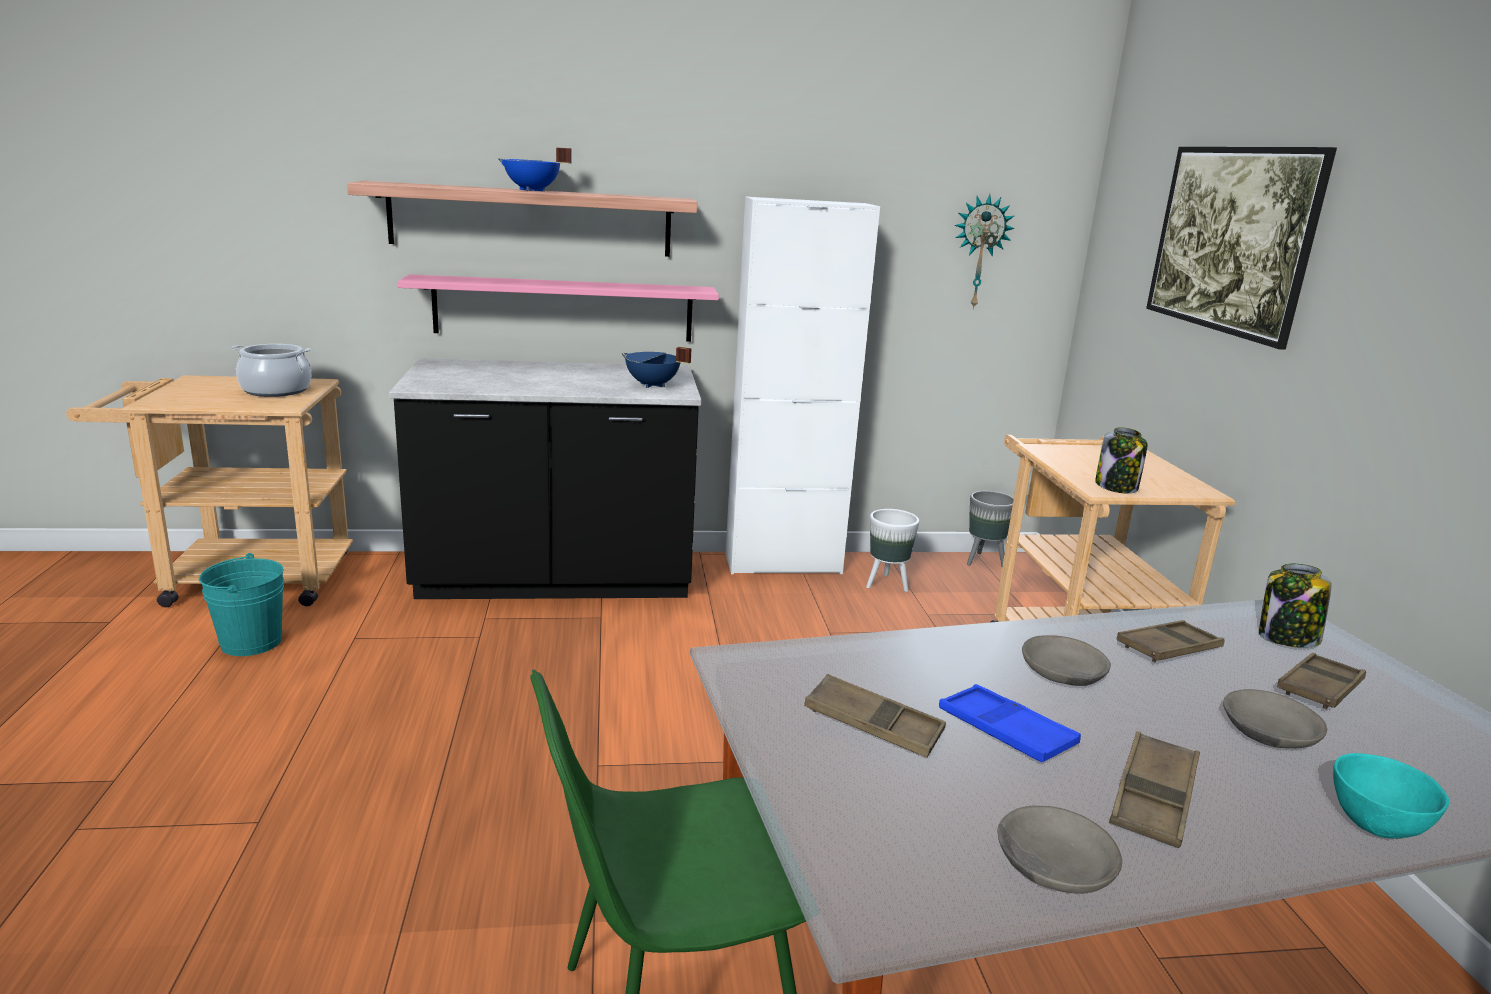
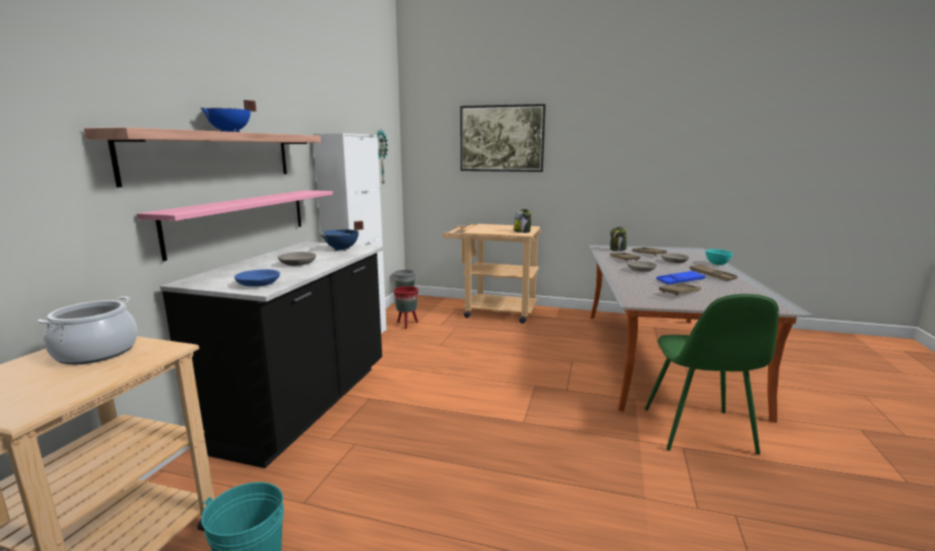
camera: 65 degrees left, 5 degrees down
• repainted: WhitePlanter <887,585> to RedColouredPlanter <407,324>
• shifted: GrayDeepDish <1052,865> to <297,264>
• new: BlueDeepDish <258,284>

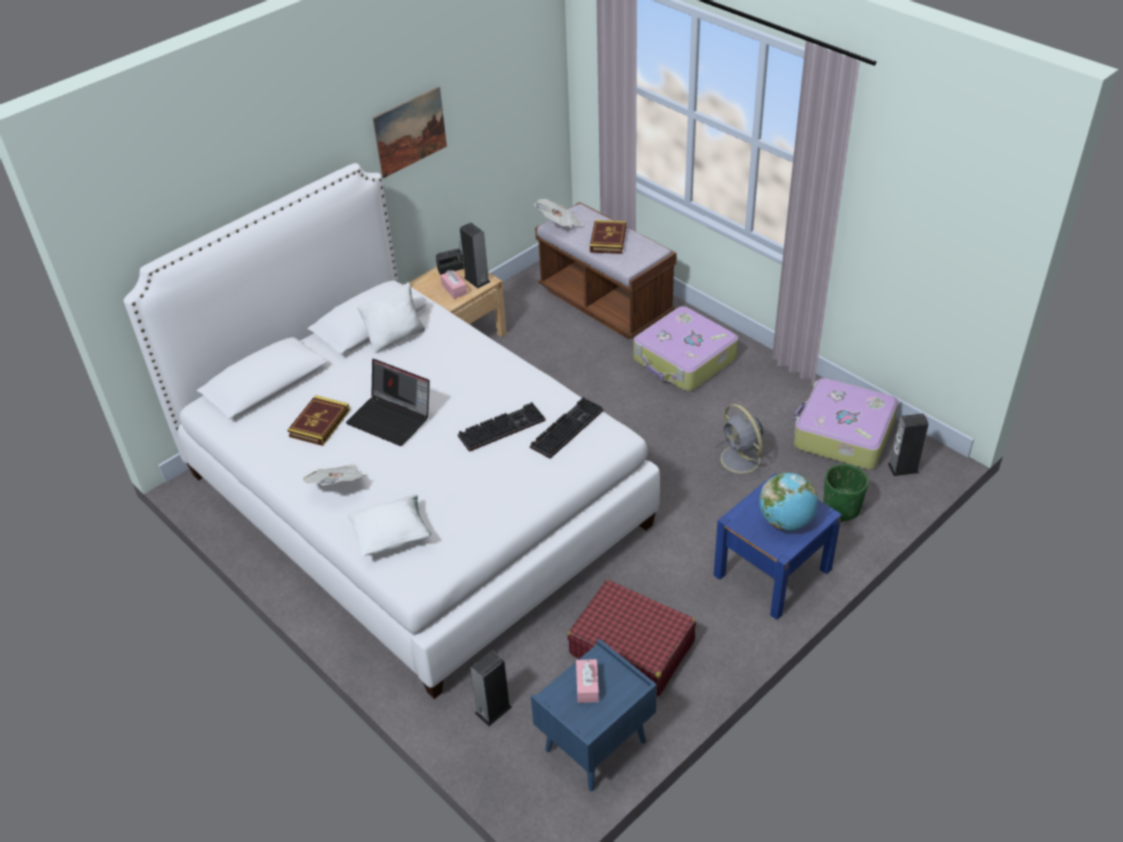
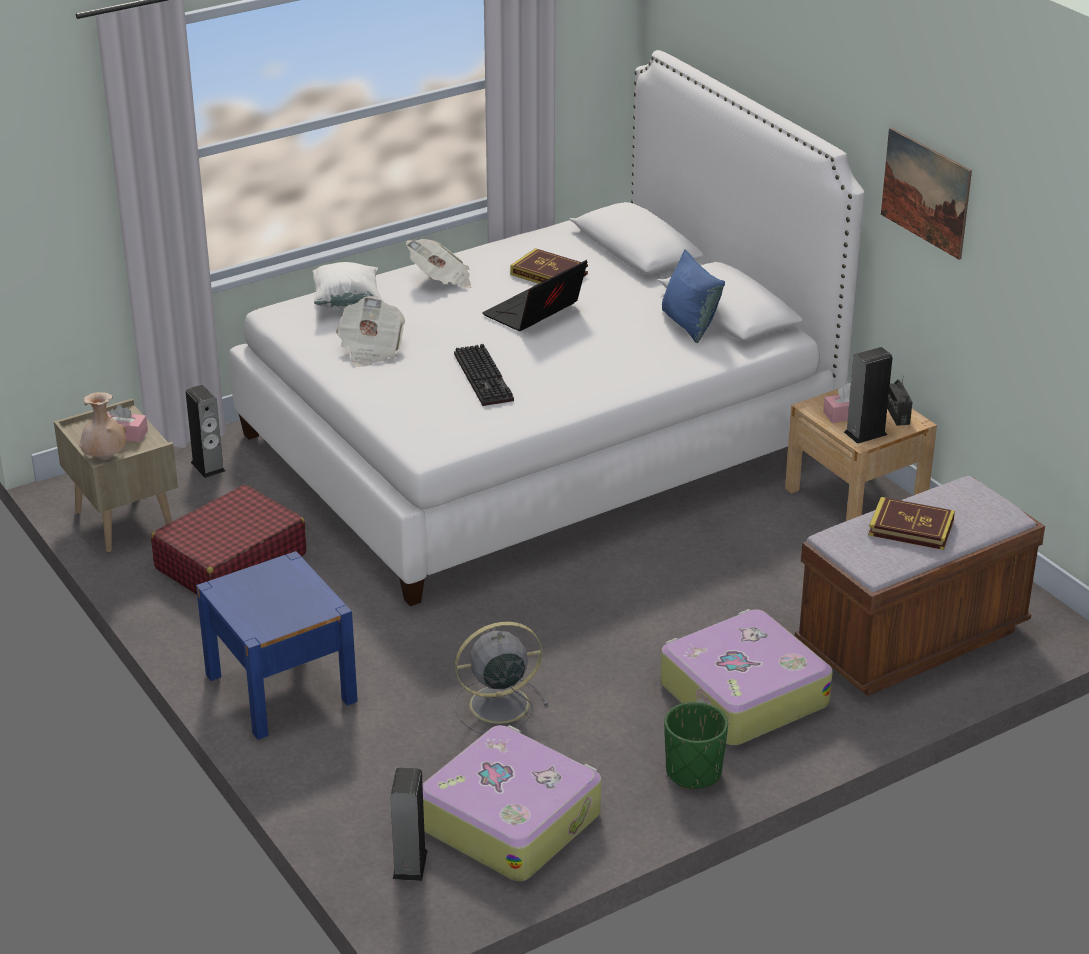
camera: 100 degrees right, 10 degrees down
• shifted: PrintedPaper <559,224> to <370,349>
• repainted: WhitePillow <396,338> to BluePillow <689,325>
• gone: Keyboard <566,427>
• shifted: GreenColouredPlanter <841,509> to <693,772>
• gone: Globe <786,521>
• repainted: BlueNightTable <595,747> to SandColouredNightTable <123,521>
• new: SandColouredFlowerVase <105,458>

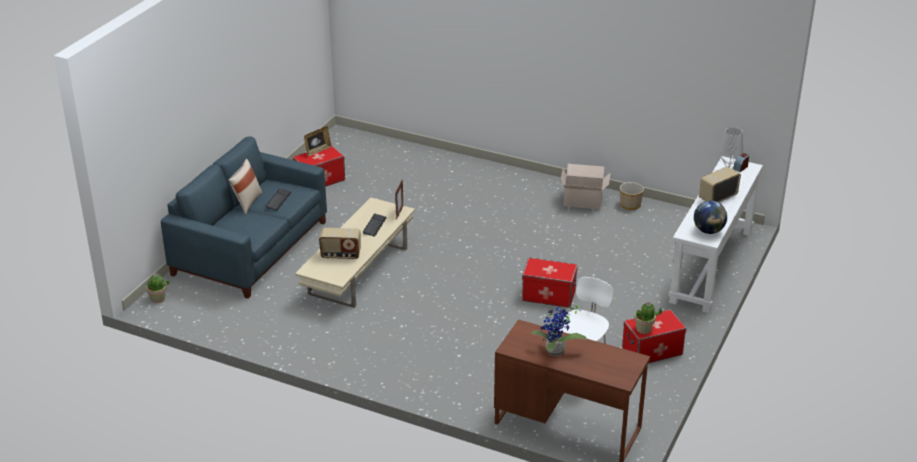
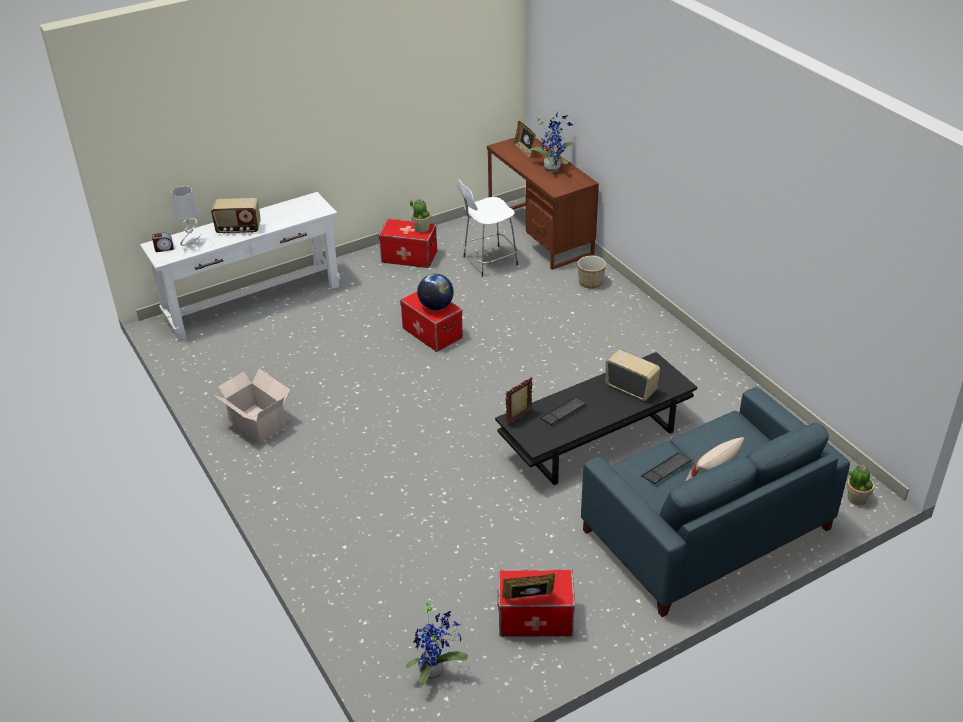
camera: 145 degrees left, 5 degrees up
• shifted: Planter <630,205> to <590,282>
• repainted: SandColouredLoungeTable <359,270> to BlackishLoungeTable <595,439>
• shifted: Globe <708,231> to <436,306>
• new: StandingFrame <525,150>
• new: Houseplant <435,670>

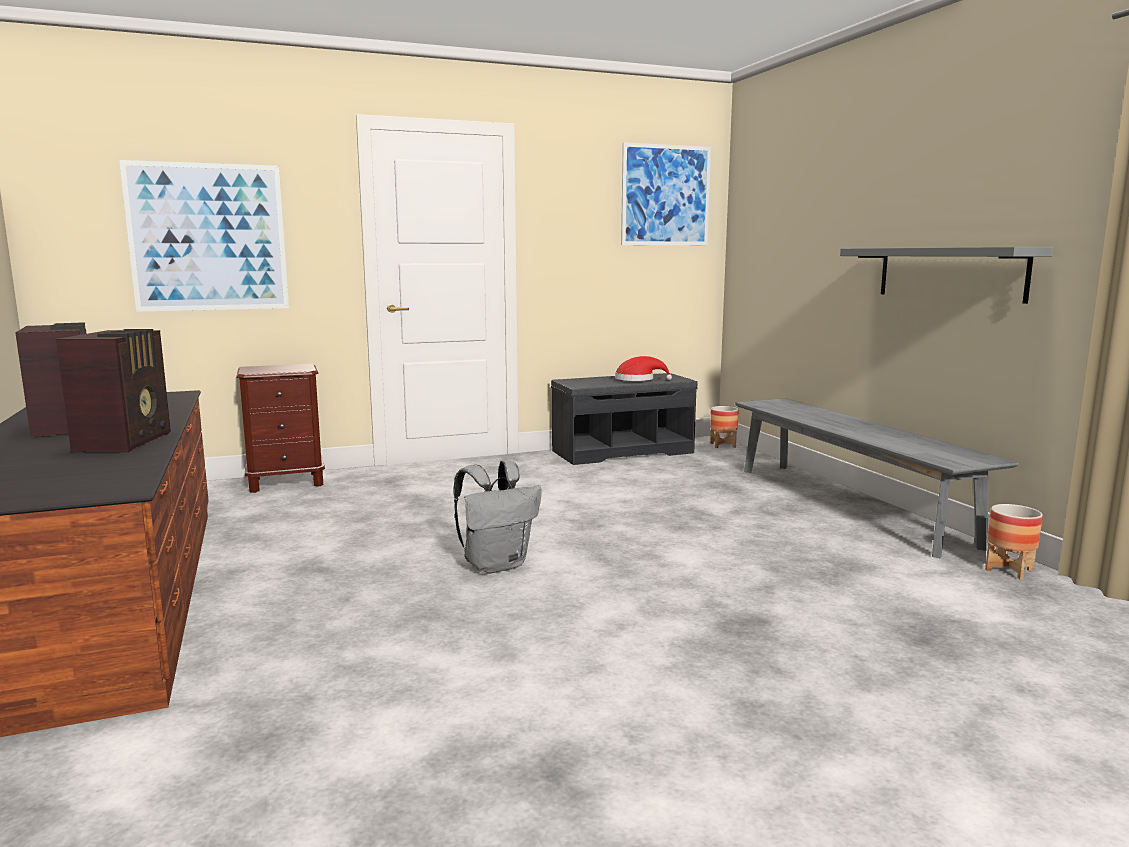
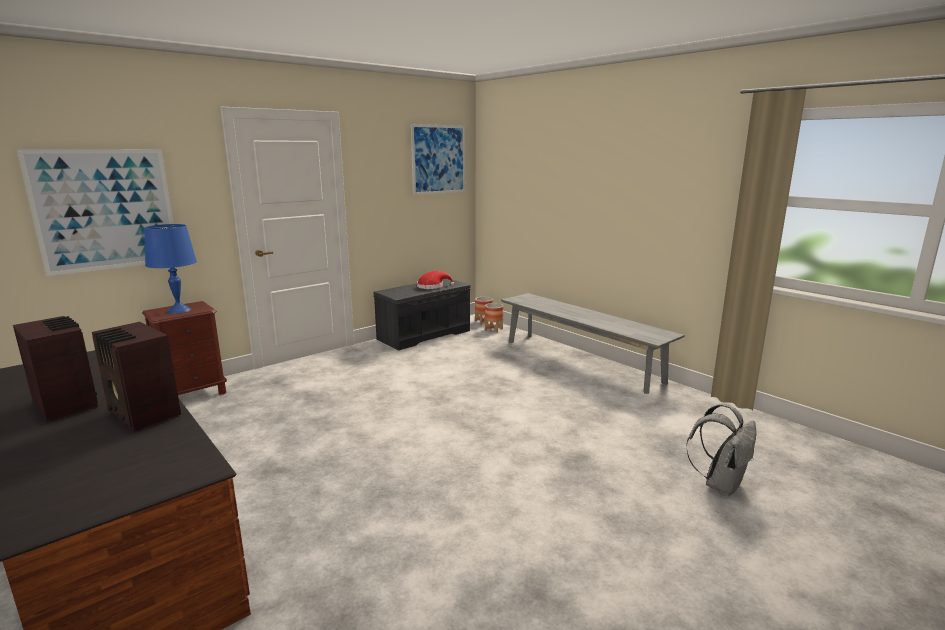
camera: 20 degrees left, 5 degrees up
• gone: GrayShelf <949,273>
• rotated: Radio <126,442> = <143,414> 150 degrees clockwise
• shifted: GrayBackpack <496,565> to <720,484>
• shifted: Planter <1009,570> to <494,329>
• new: BlueTabletopLamp <179,310>

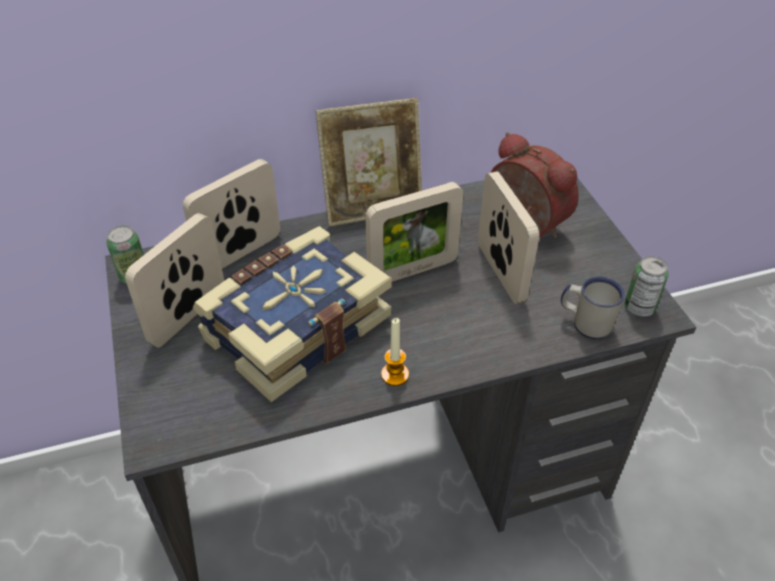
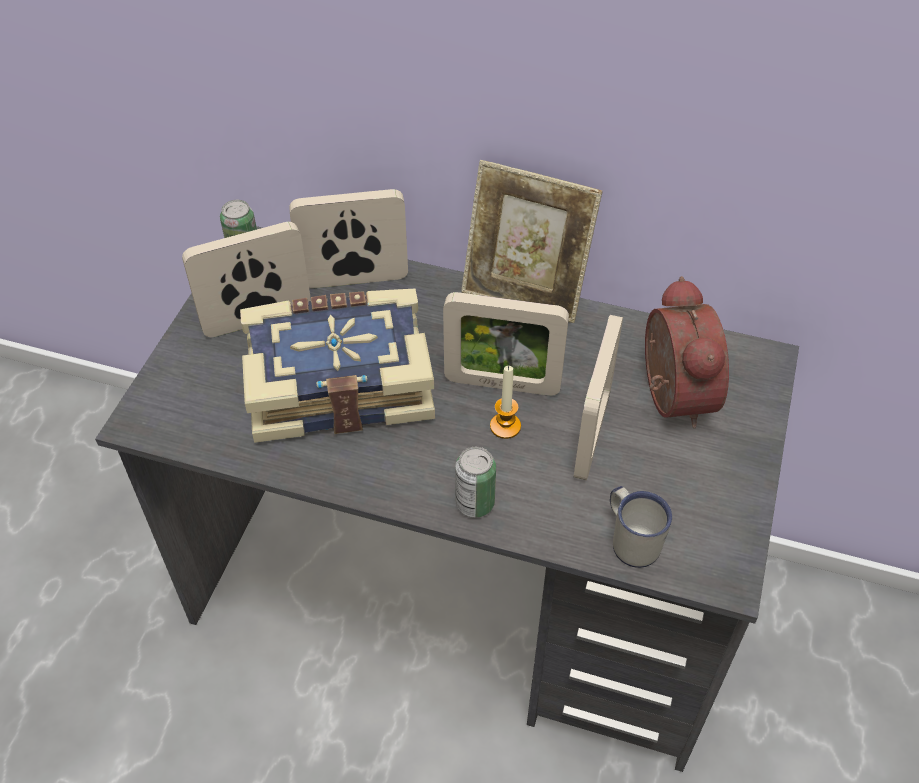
camera: 35 degrees right, 5 degrees up
• shifted: Can <639,307> to <475,503>
• shifted: WaxLight <395,374> to <505,426>

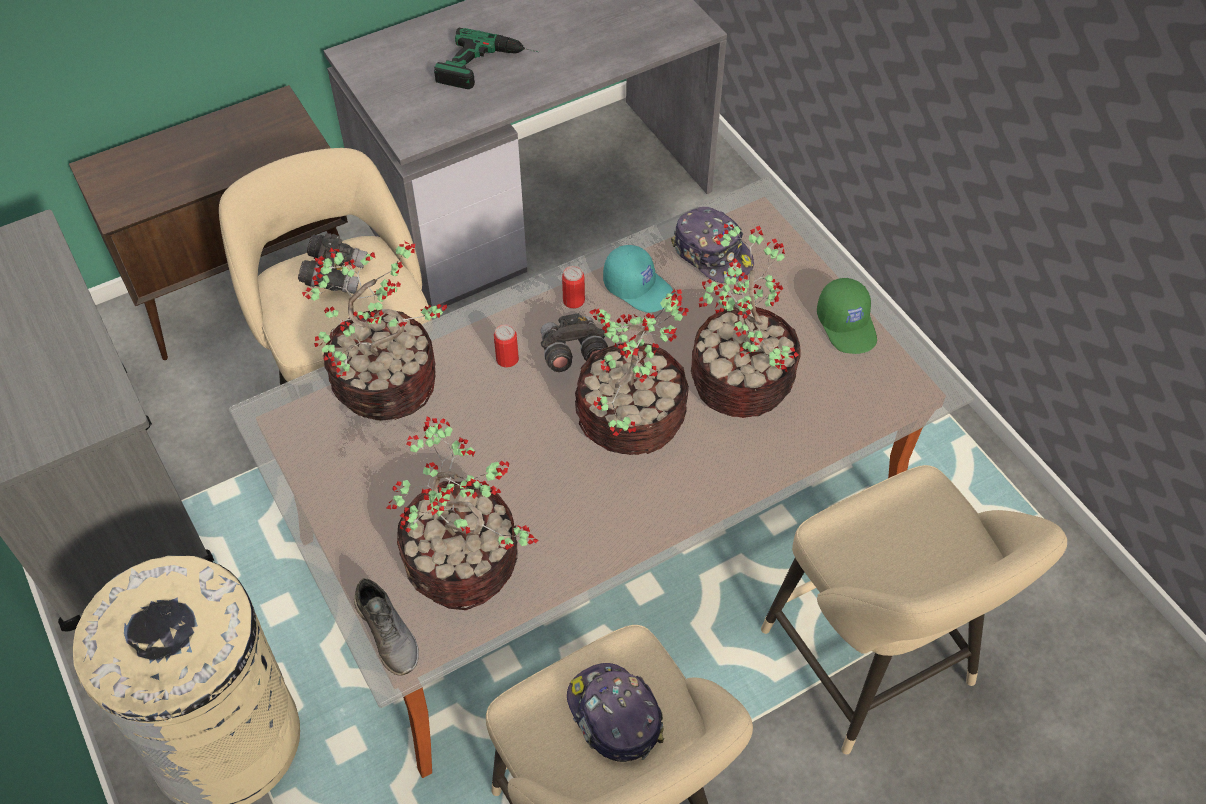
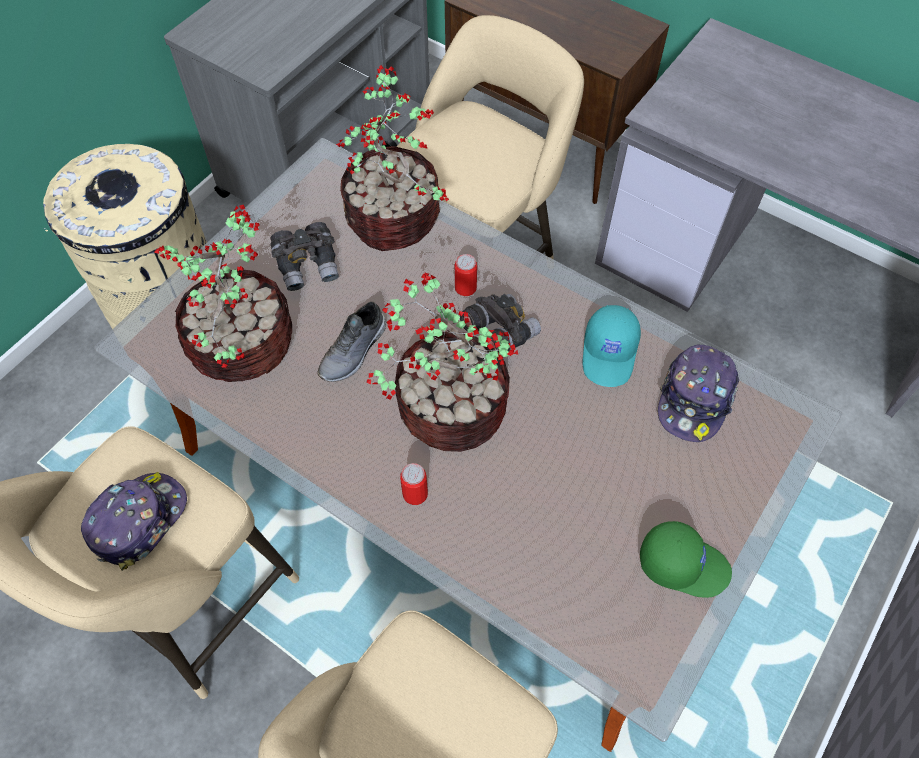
camera: 65 degrees right, 5 degrees up
• gone: ElectricDrill <488,67>
• gone: Houseplant <739,378>
• shifted: GrayFieldGlasses <335,275> to <308,266>
• shifted: Can <573,301> to <415,494>
• rotated: GreenColouredPeakedCap <847,325> = <683,563> 120 degrees counterclockwise
• shifted: GrayShoe <389,633> to <354,351>

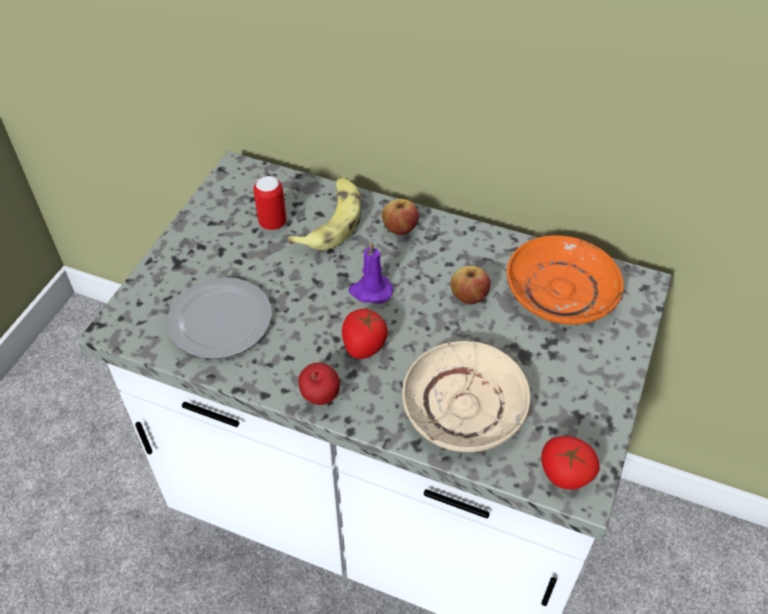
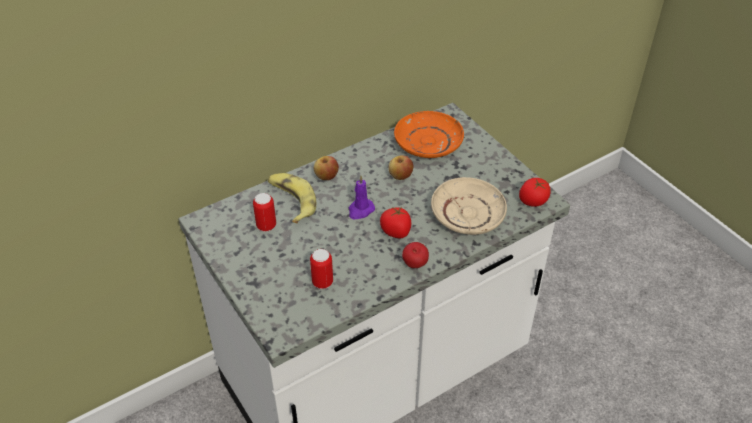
camera: 55 degrees left, 5 degrees down
• swapped: DinnerPlate <222,321> to Can <322,282>

